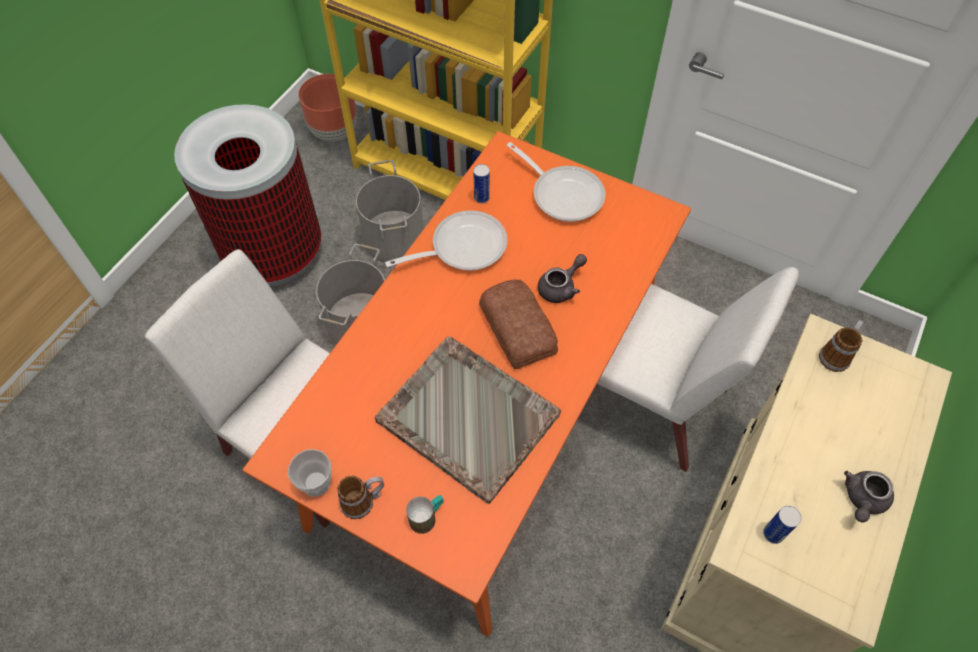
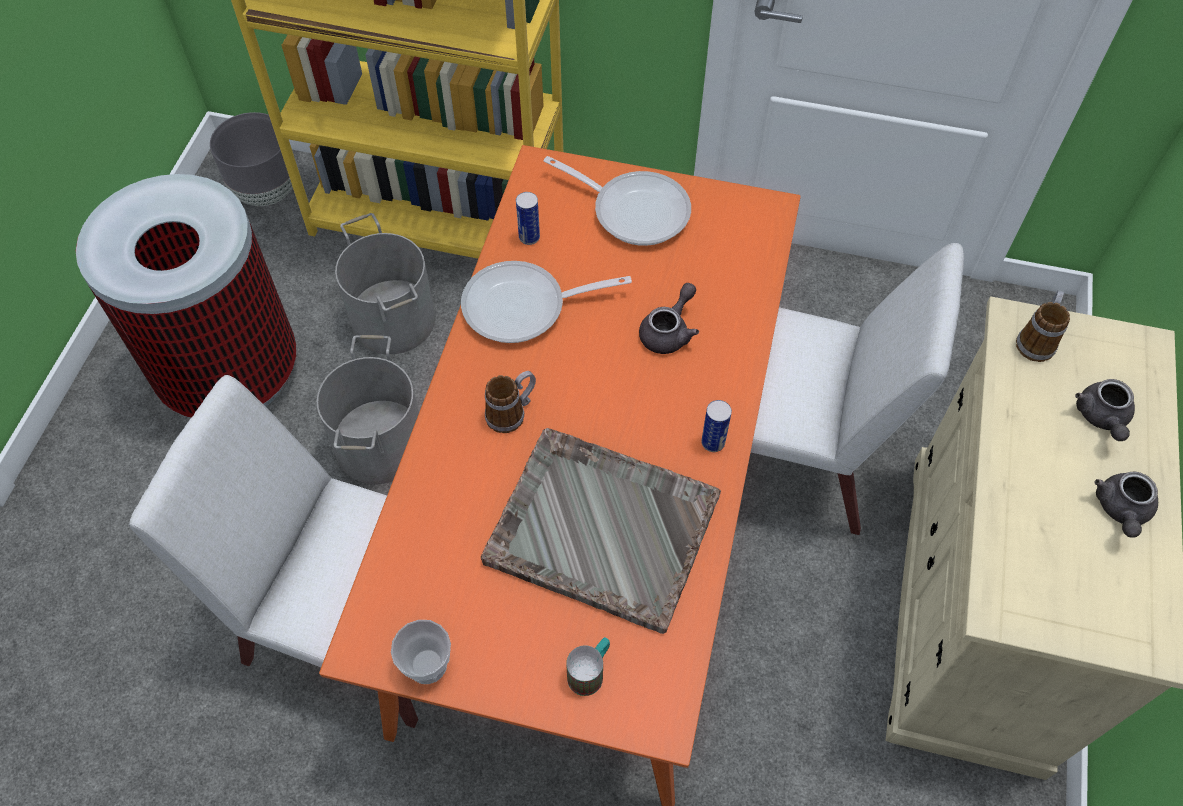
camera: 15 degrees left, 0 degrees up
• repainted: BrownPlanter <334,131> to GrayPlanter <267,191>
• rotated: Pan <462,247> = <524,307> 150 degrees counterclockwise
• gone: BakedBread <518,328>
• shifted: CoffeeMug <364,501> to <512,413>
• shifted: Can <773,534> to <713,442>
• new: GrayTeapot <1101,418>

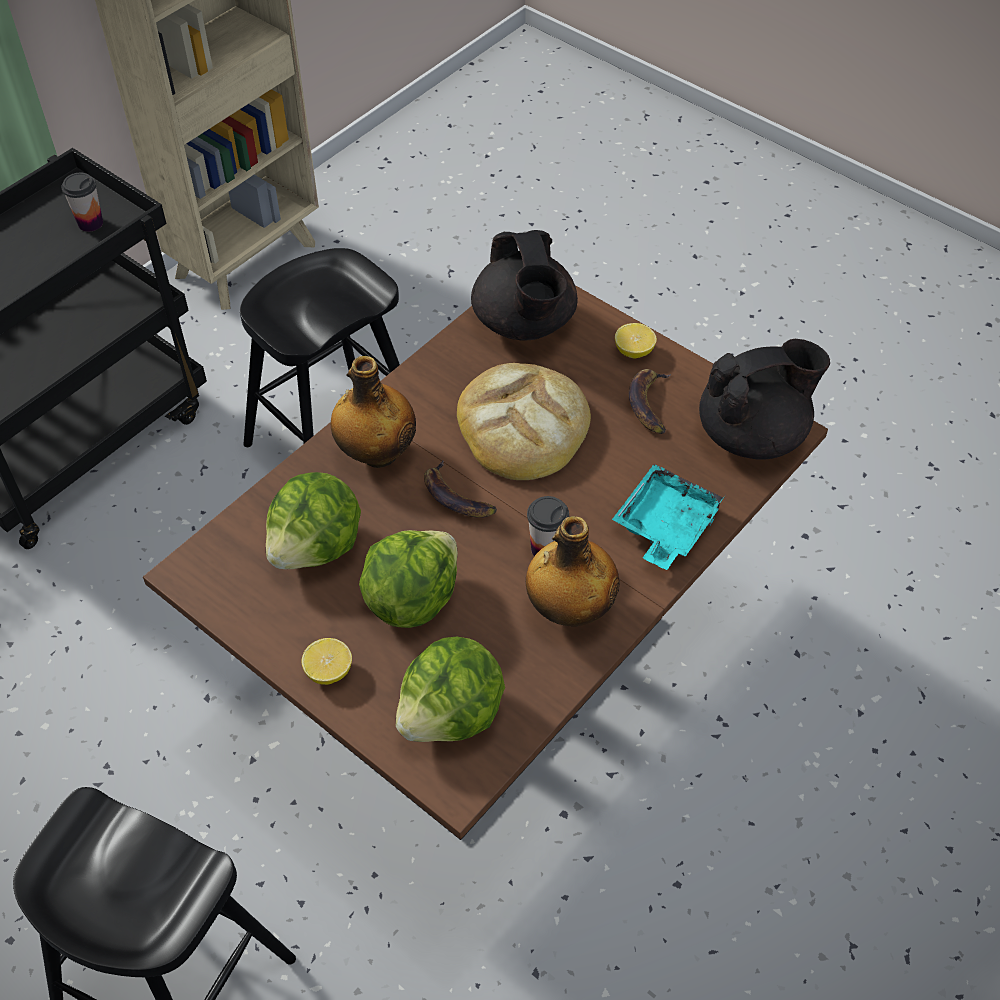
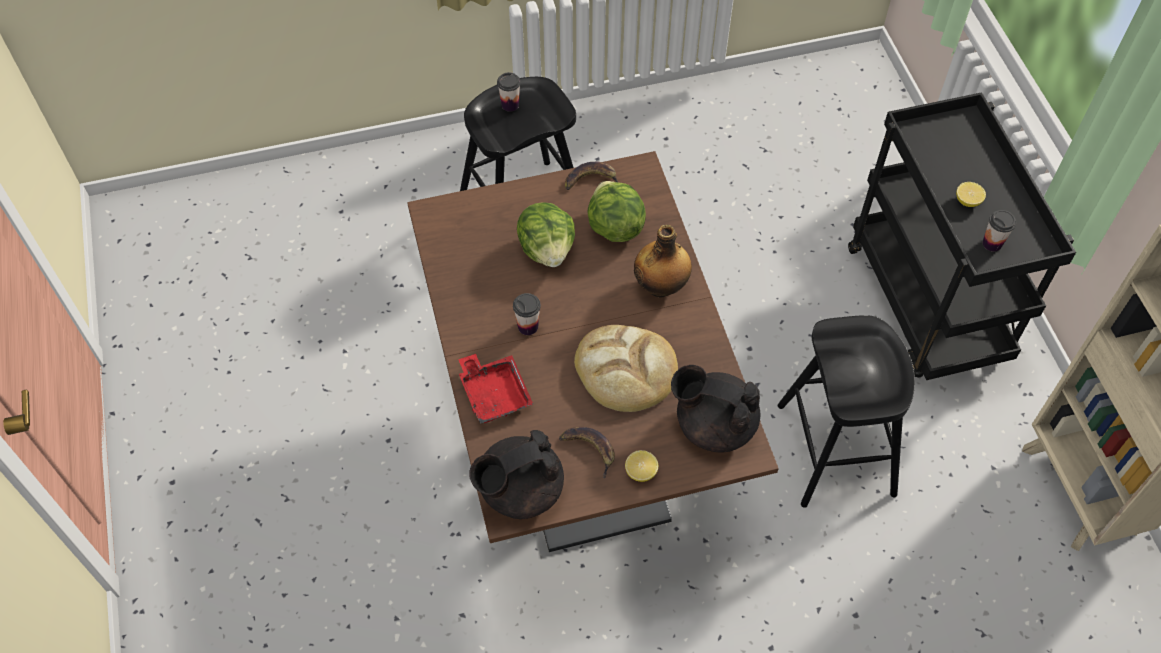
camera: 125 degrees right, 5 degrees up
• rotated: BlackishTeapot <753,434> = <519,490> 45 degrees clockwise
• shifted: WholeBanana <455,497> to <591,180>
• repainted: BlueGreenTray <665,526> to RedColouredTray <494,393>
• gone: DrinkBottle <569,609>
• gone: HeadOfLettuce <452,715>
• shifted: WholeLemon <329,671> to <967,201>
• new: SmallCup <510,105>

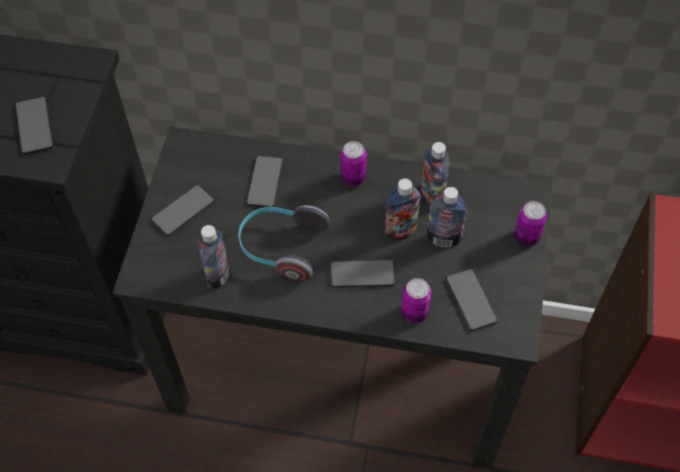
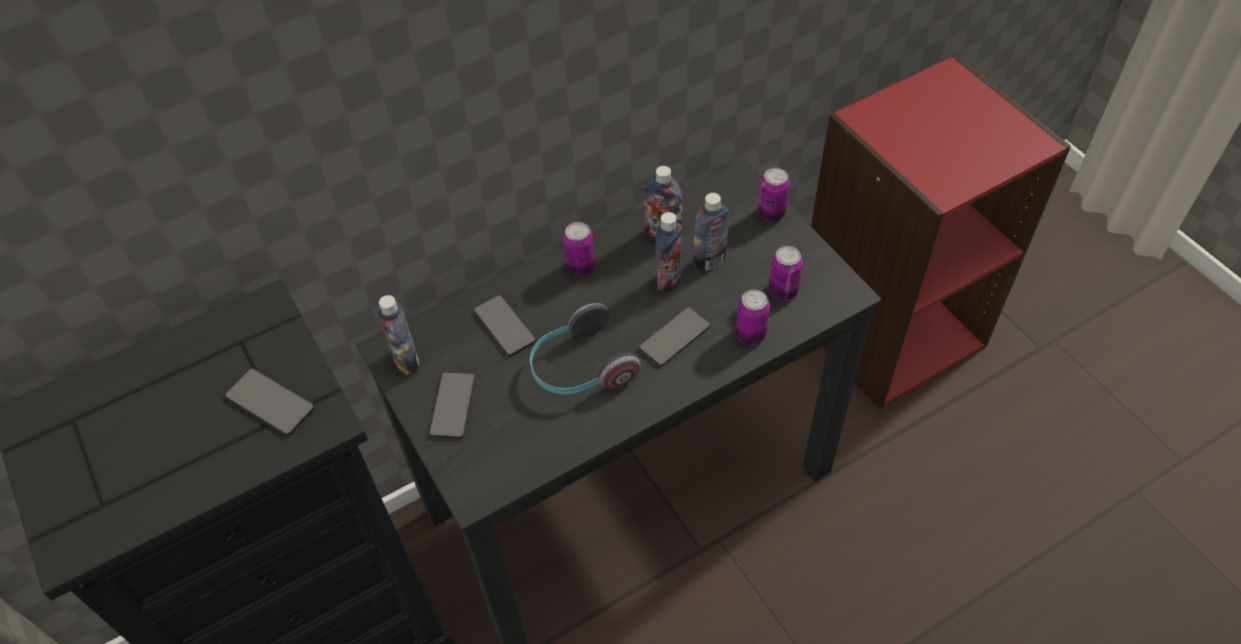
camera: 40 degrees left, 5 degrees down
• shifted: DrinkBottle <218,275> to <406,360>
• swapped: Phone <471,300> to Can <782,291>

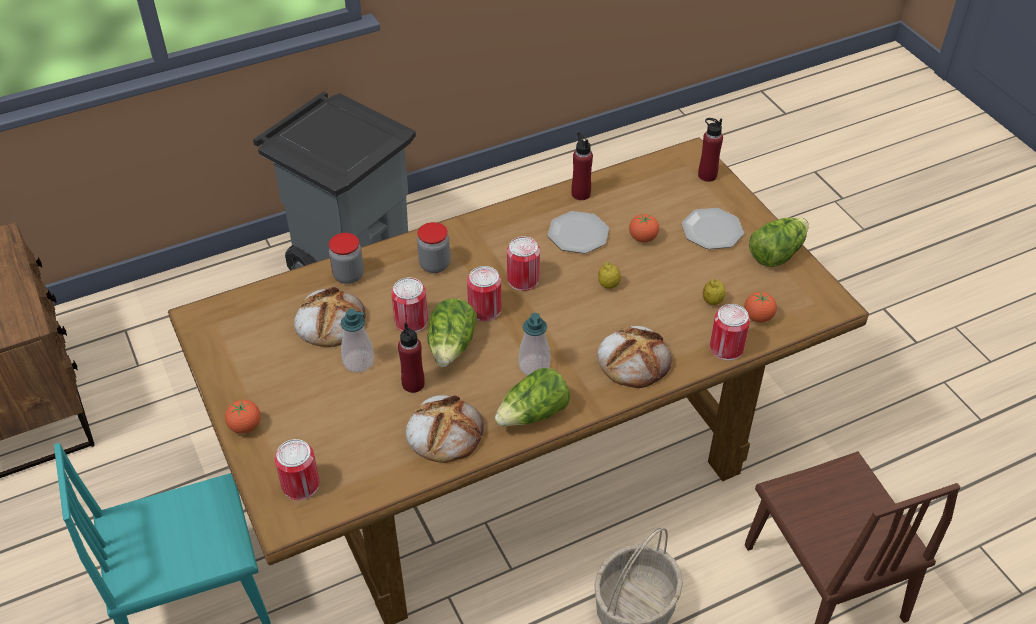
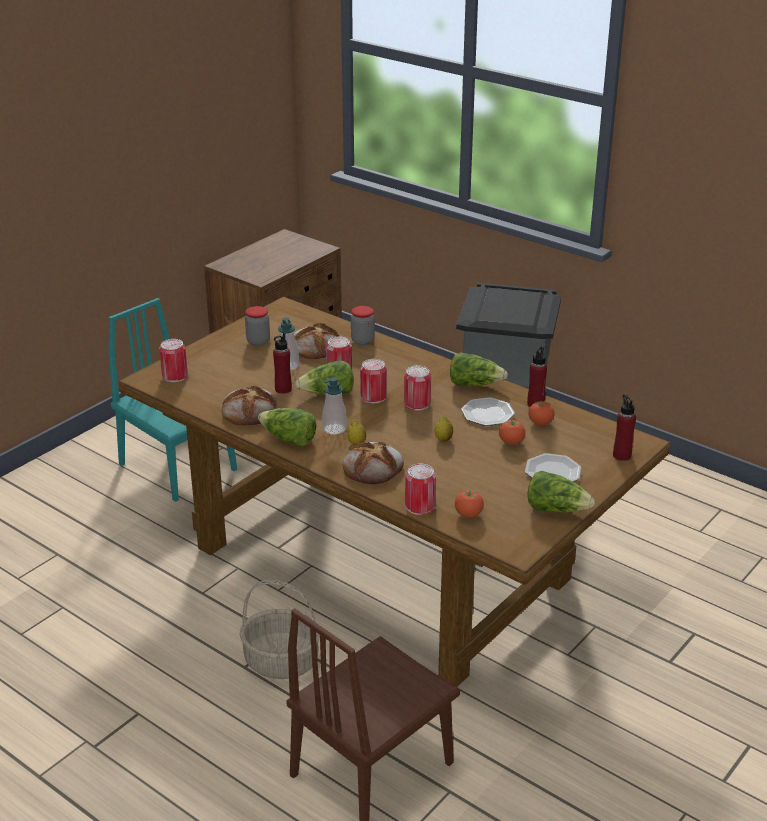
camera: 65 degrees right, 15 degrees down
• shifted: PreserveJar <434,265> to <258,341>
• shifted: WholeLemon <712,301> to <356,443>
• shifted: FreshTomato <245,426> to <540,423>
• new: HeadOfLettuce <474,384>

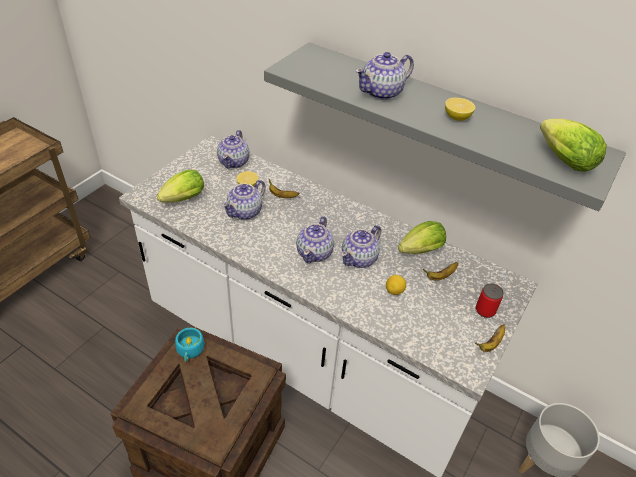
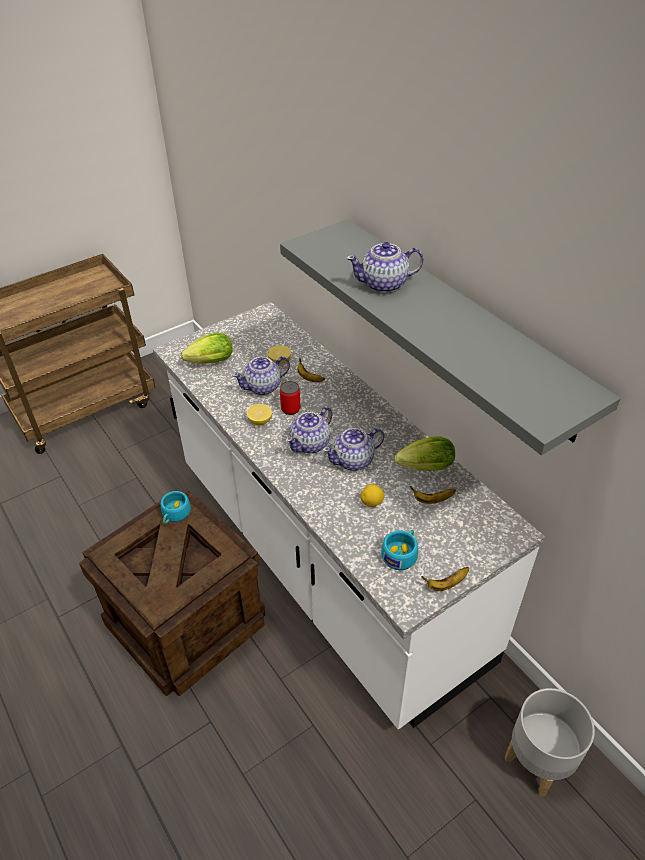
camera: 25 degrees right, 0 degrees up
• shifted: WholeLemon <457,117> to <260,421>
• gone: HeadOfLettuce <561,159>
• gone: Teapot <234,162>
• shifted: Can <485,310> to <290,409>
• new: BlueGreenSmallCup <401,554>

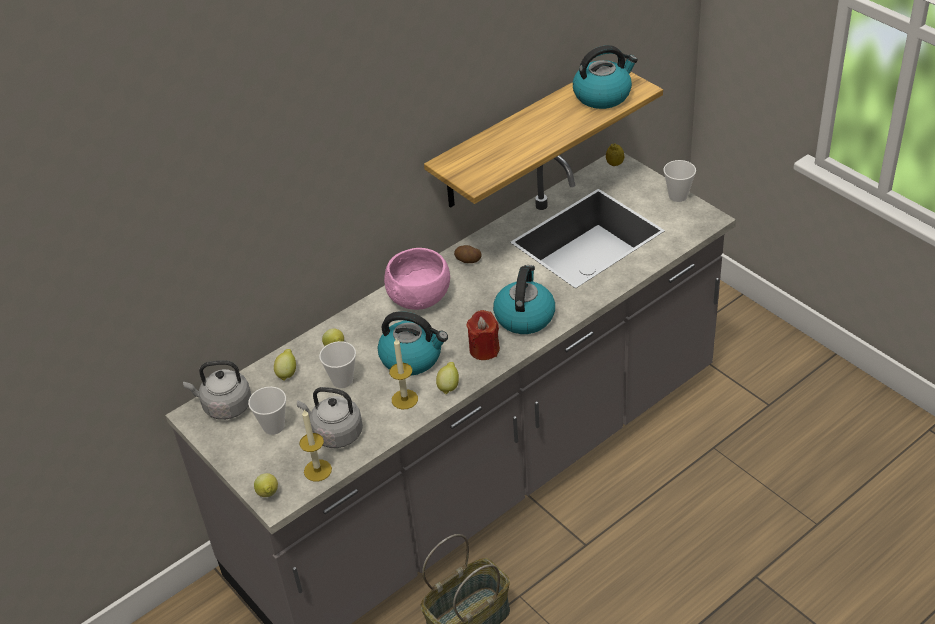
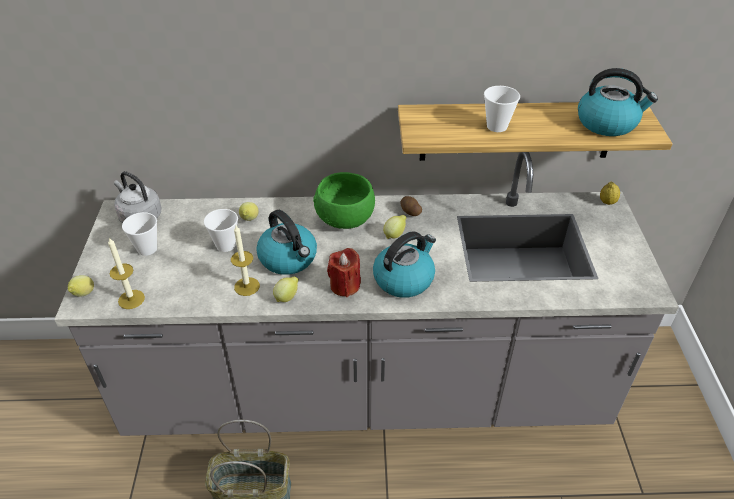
camera: 35 degrees right, 0 degrees up
• shifted: SmallCup <678,196> to <497,126>
• repainted: PinkDeepDish <419,298> to GreenColouredDeepDish <345,219>
• shifted: WholeLemon <287,373> to <395,234>
• gone: GrayTeaKettle <335,433>

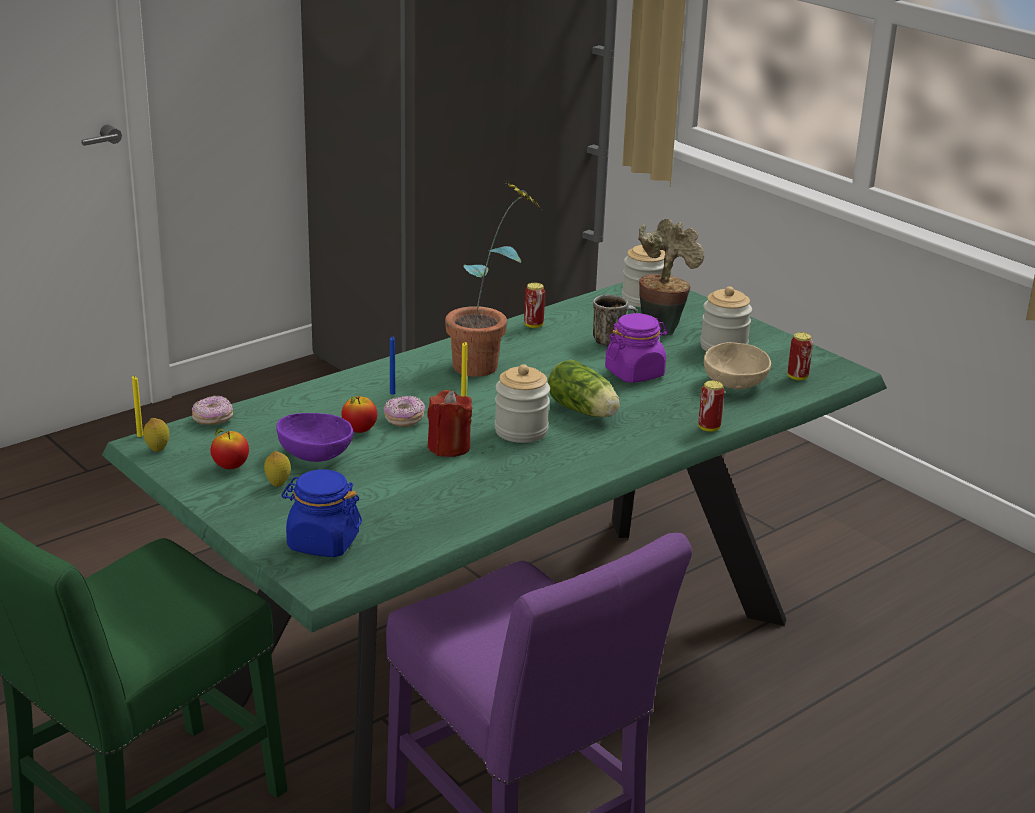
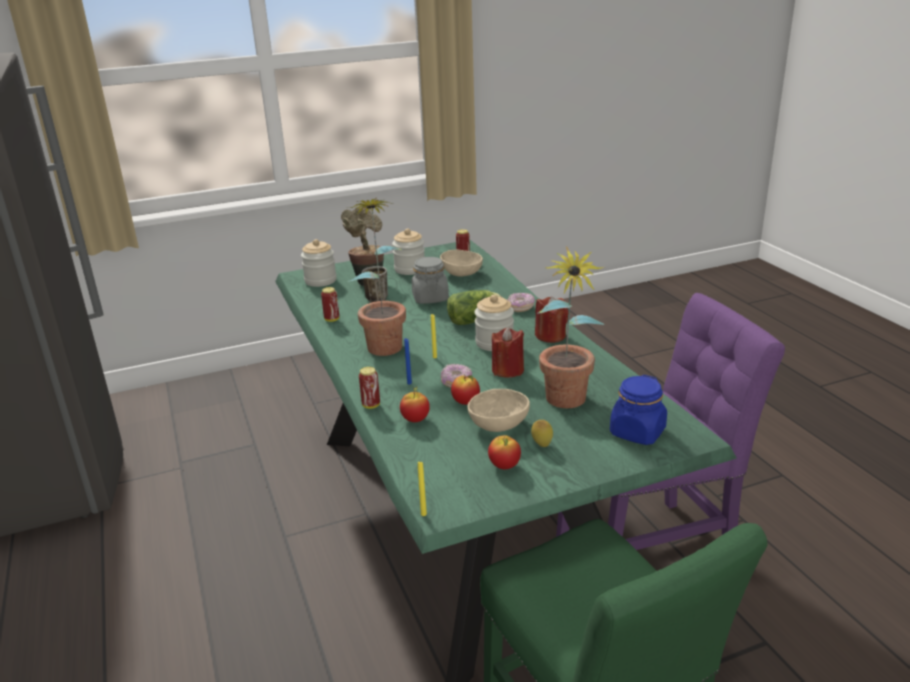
camera: 70 degrees left, 0 degrees up
• repainted: PurpleColouredPreserveJar <635,373> to GrayPreserveJar <430,298>
• shifted: Can <709,428> to <371,405>
• shifted: RingDoughnut <213,420> to <520,308>
• repainted: PurpleColouredDeepDish <315,454> to SandColouredDeepDish <497,424>
• gone: WholeLemon <157,449>
• new: Houseplant <566,404>
• new: RedColouredWaxLight <550,336>
• new: AppleFruit <415,420>

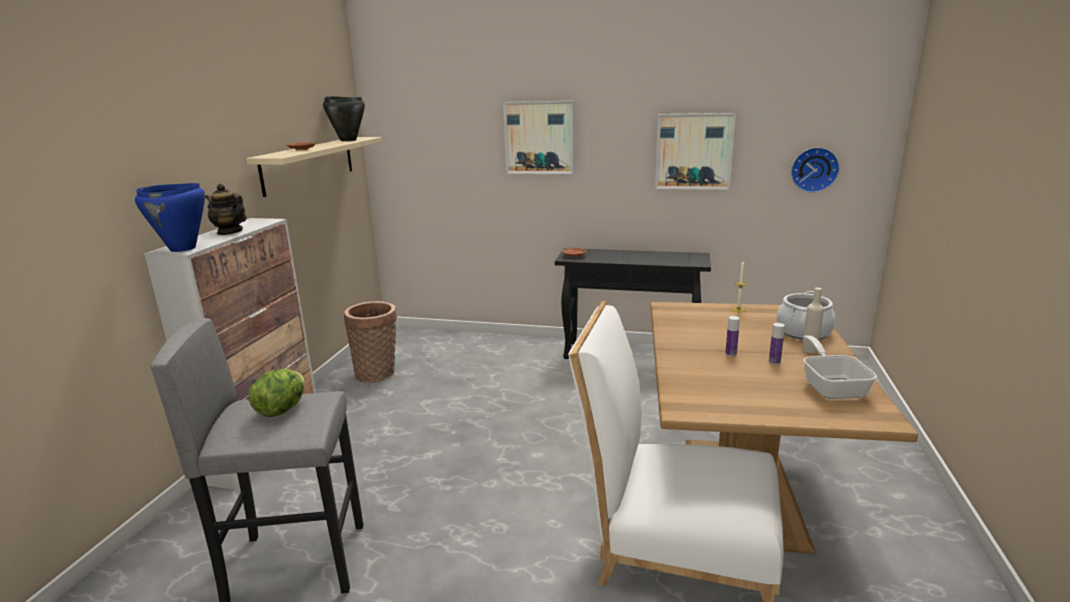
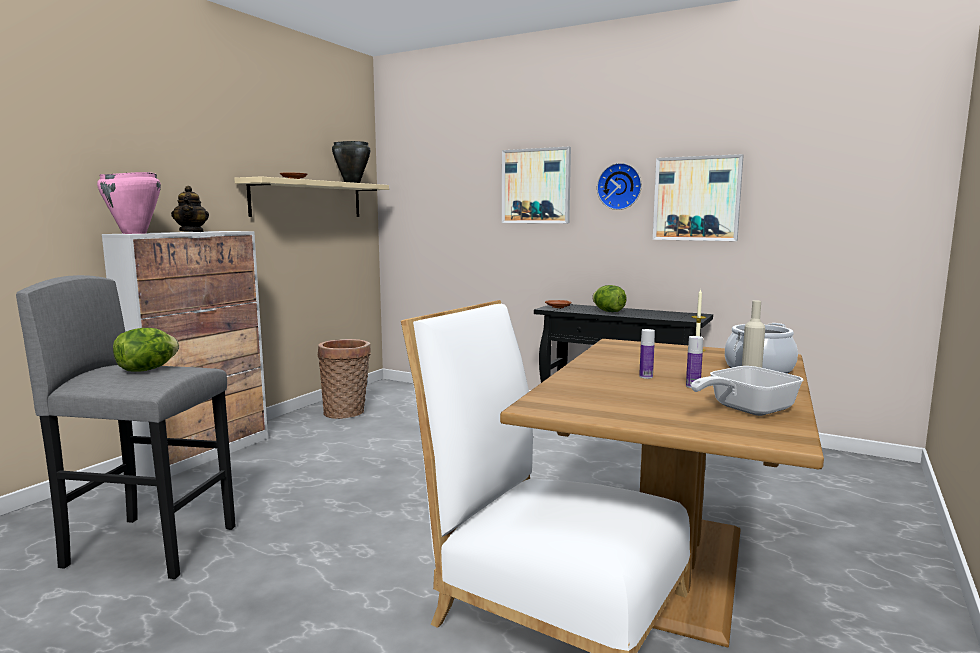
camera: 15 degrees right, 10 degrees down
• shifted: WallClock <814,169> to <620,186>
• repainted: BlueCookingPot <183,249> to PinkCookingPot <134,233>
• rotated: Teapot <230,232> = <192,232> 150 degrees counterclockwise
• rotated: Pan <831,386> = <745,409> 135 degrees counterclockwise
• new: HeadOfLettuce <608,311>

